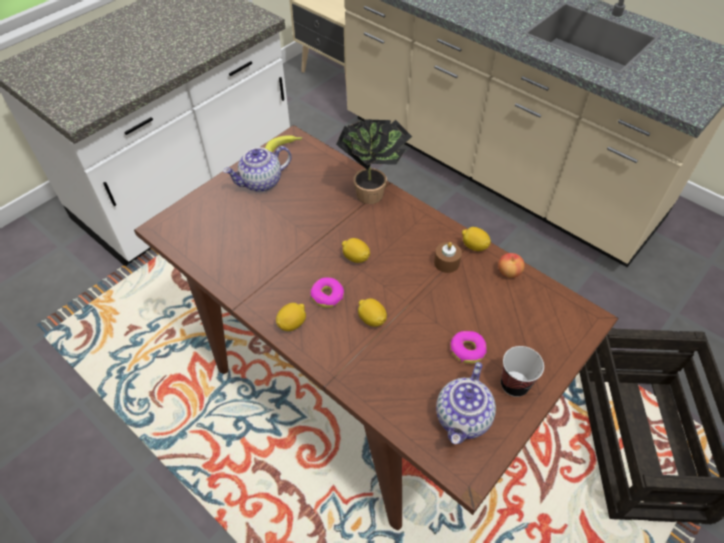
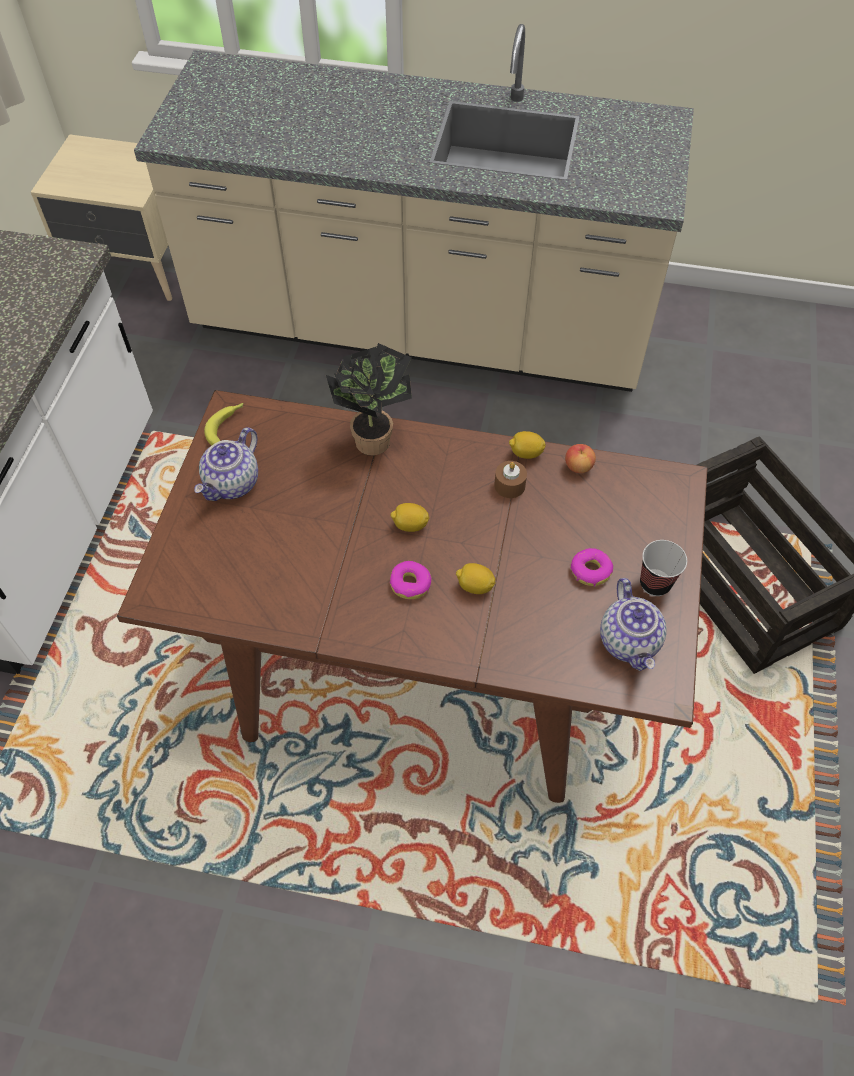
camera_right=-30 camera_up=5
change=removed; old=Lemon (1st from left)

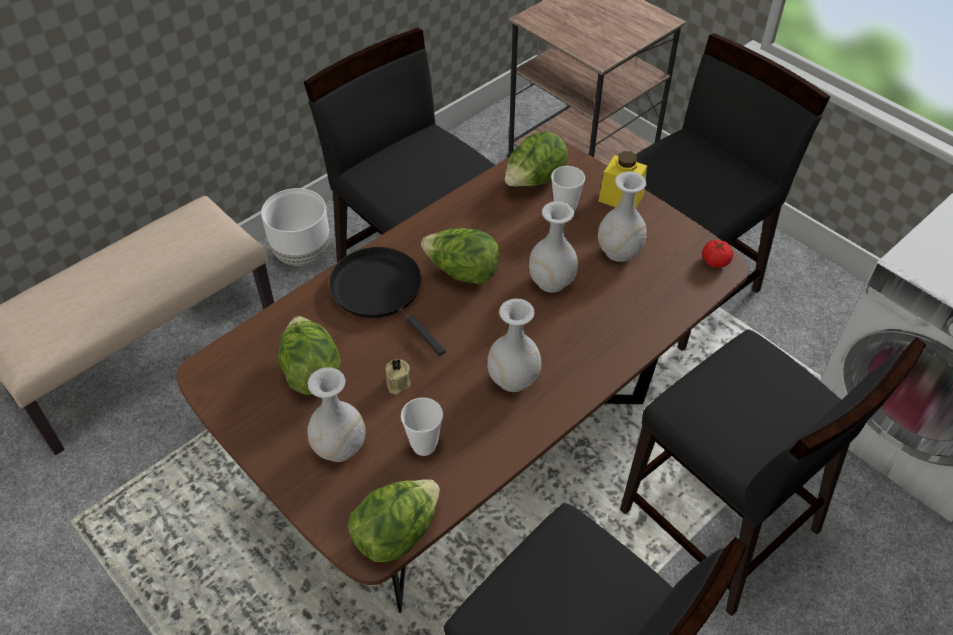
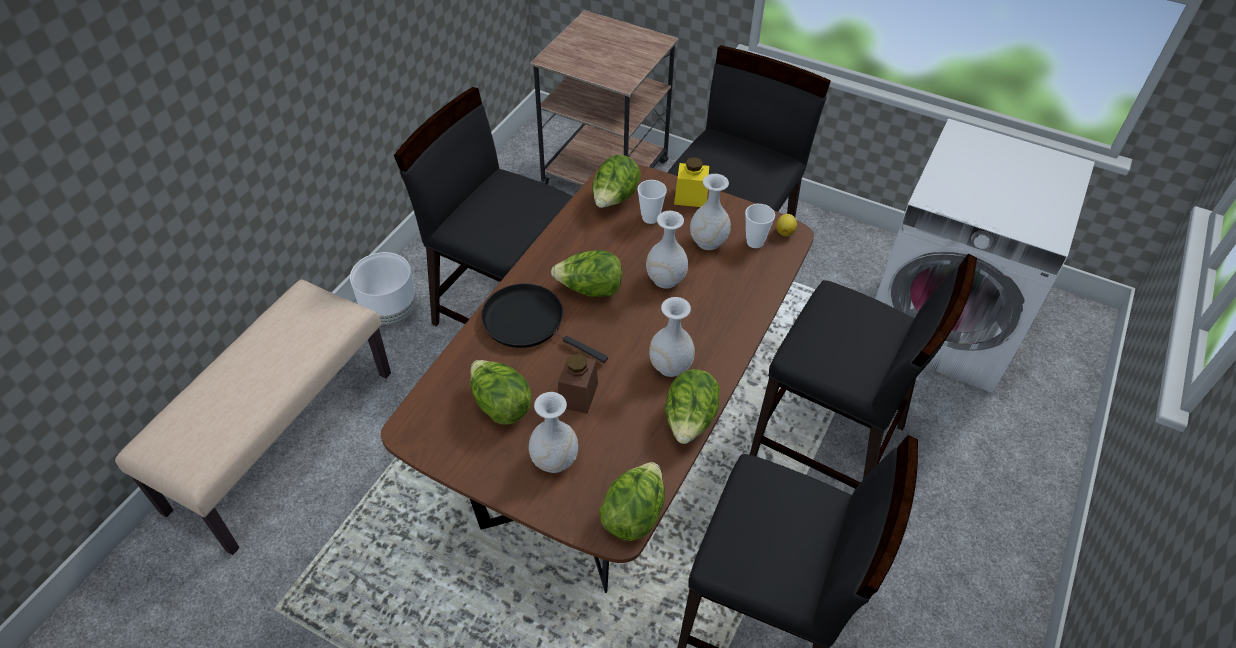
camera_right=-20 camera_up=0
change=added; new=Lettuce (5th from left)
change=moved; old=Cup (1st from left in the first image); new=Cup (2nd from left)
change=replaced; old=BeigeCandle; new=BrownJar
change=replaced; old=Tomato; new=Lemon

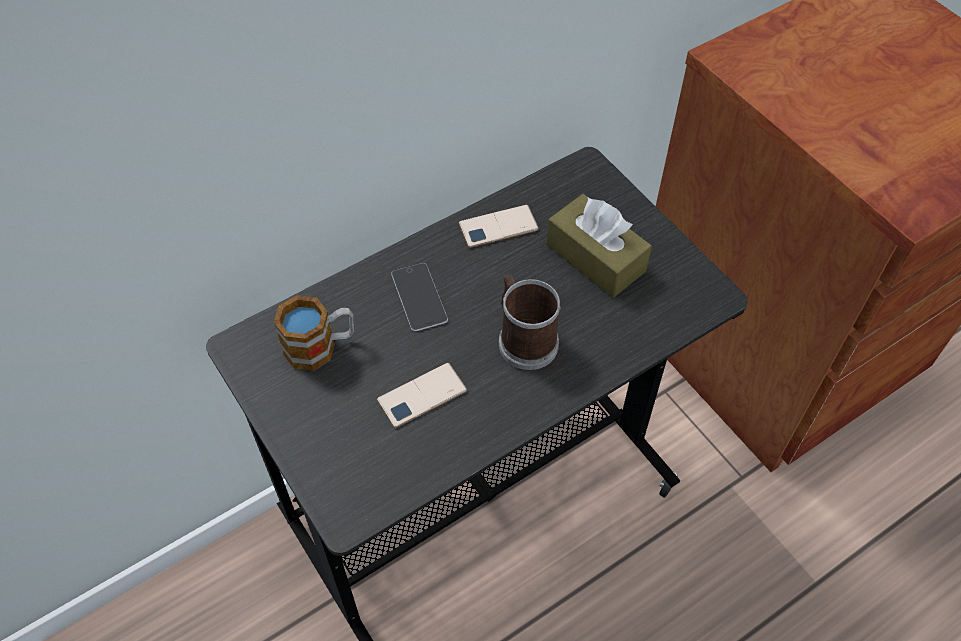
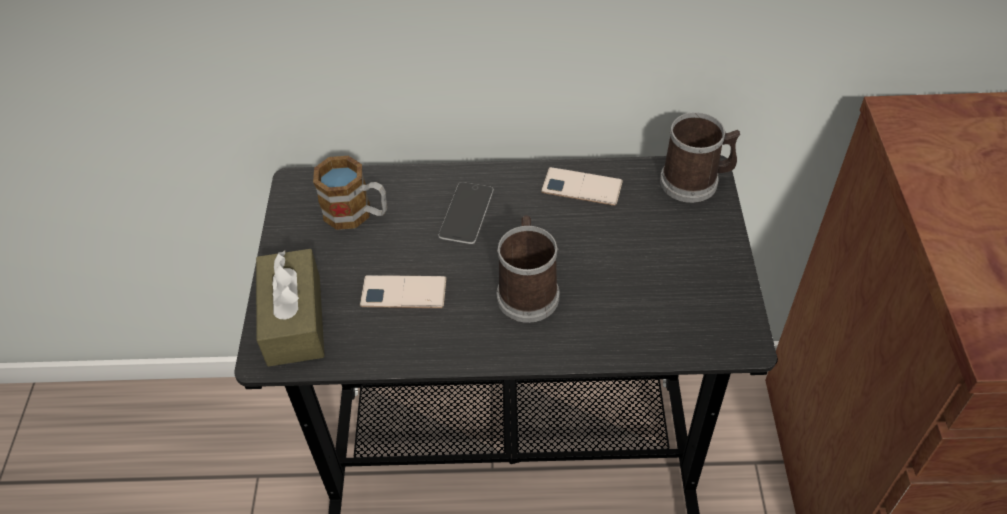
camera_right=35 camera_up=-5
change=added; new=Mug (3rd from left)
change=moved; old=BrownTissueBox

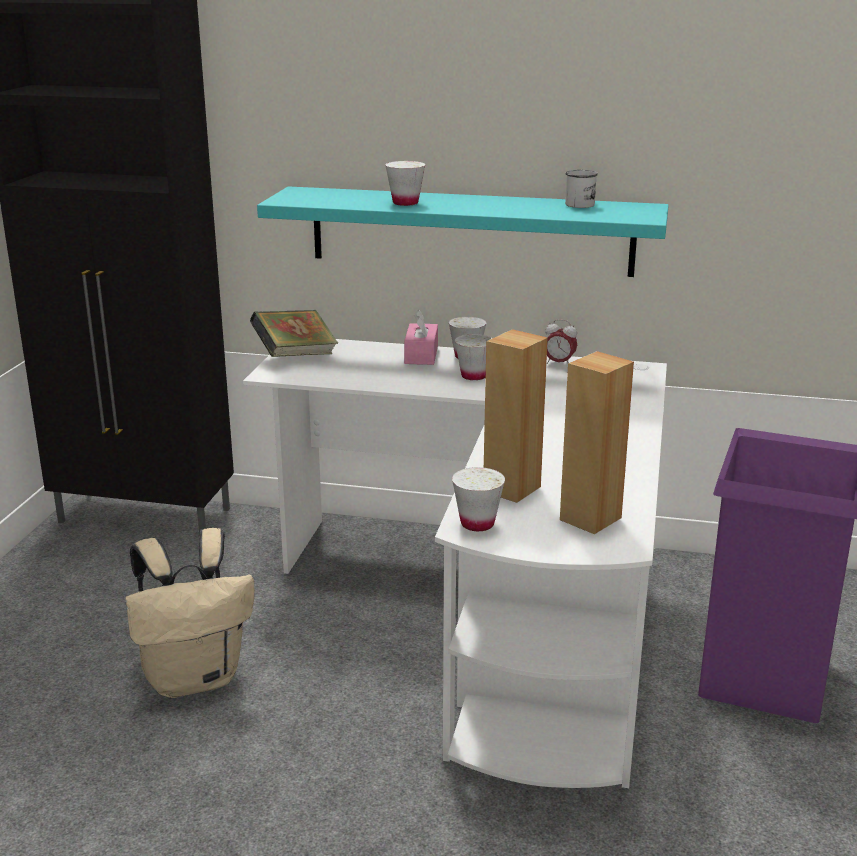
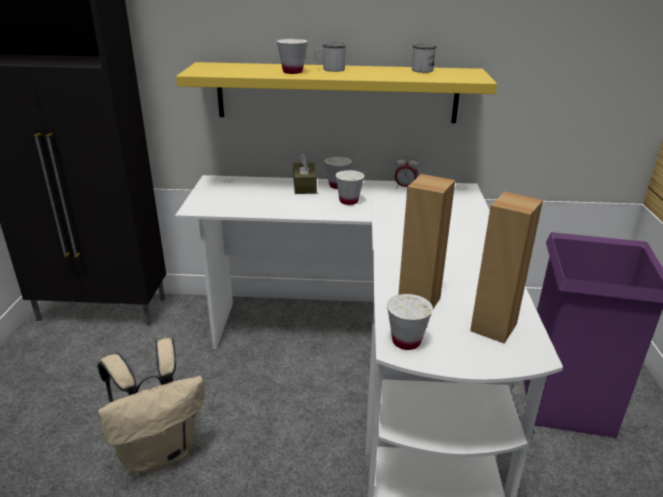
camera_right=-10 camera_up=5
change=removed; old=Book
change=added; new=WhiteMug (1st from left)
change=recoloured; old=TurquoiseShelf; new=YellowShelf
change=recoloured; old=PinkTissueBox; new=BrownTissueBox

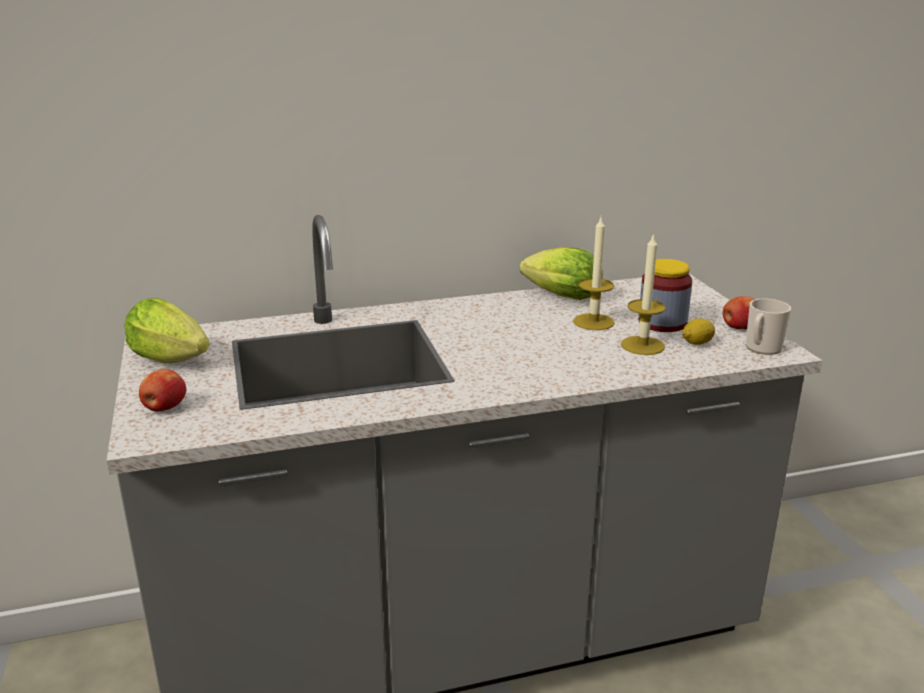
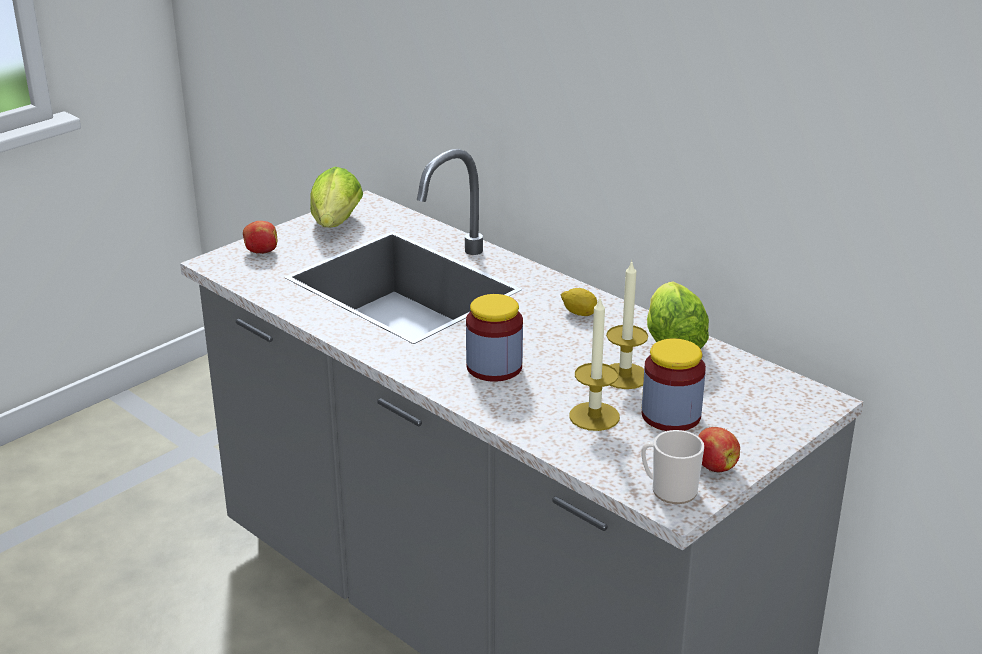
camera_right=60 camera_up=5
change=added; new=Jar (1st from left)
change=moved; old=Lemon

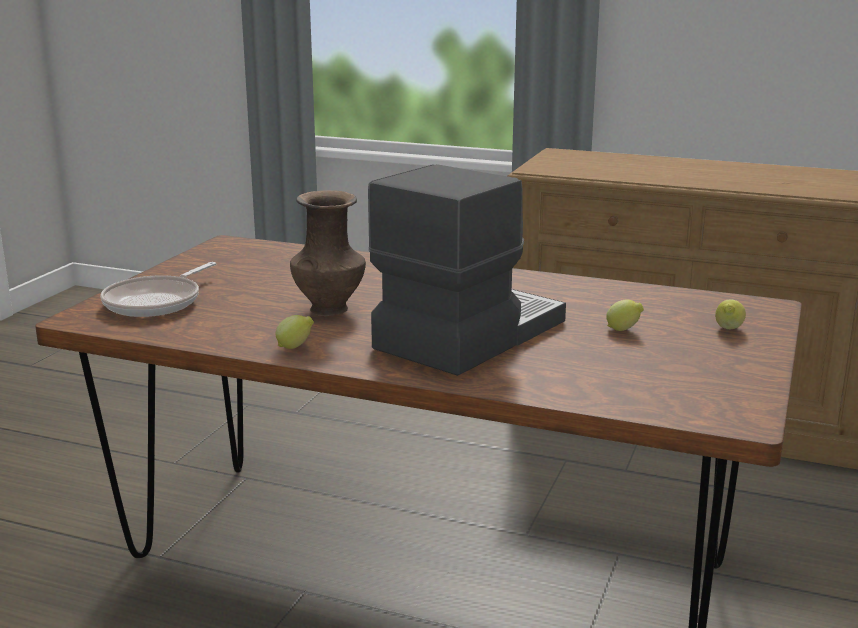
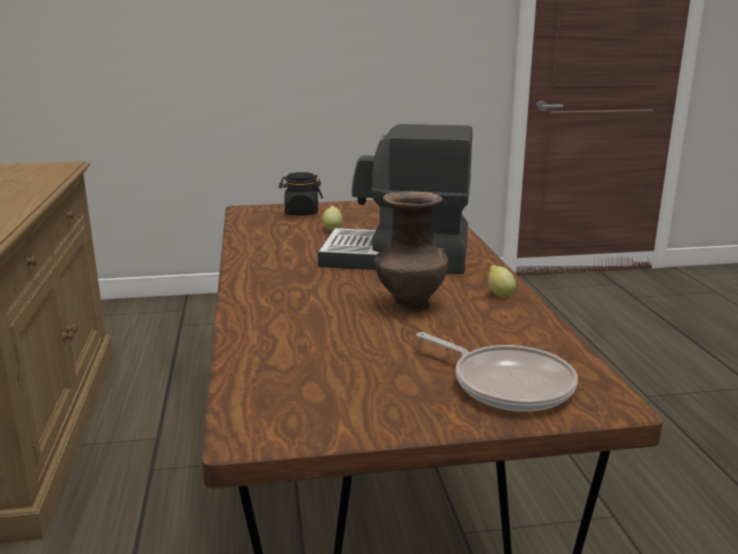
camera_right=-120 camera_up=0
change=replaced; old=Lemon (3rd from left); new=BlackJar
change=turned; old=FryingPan; degrees=45

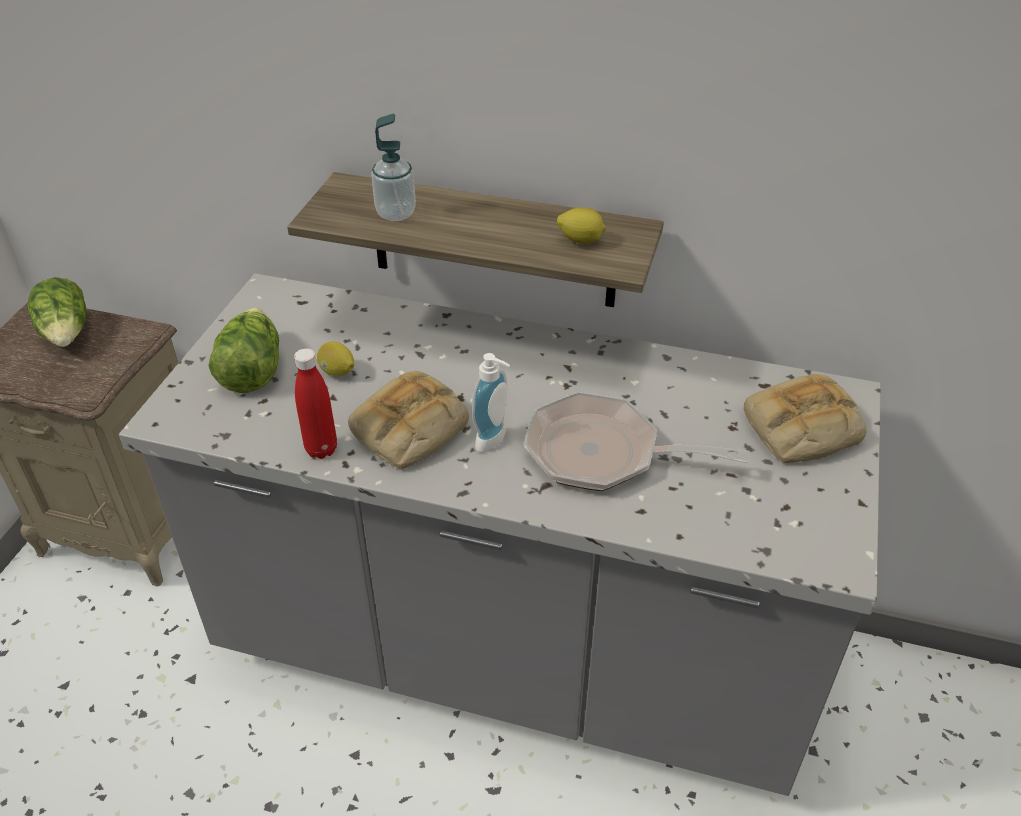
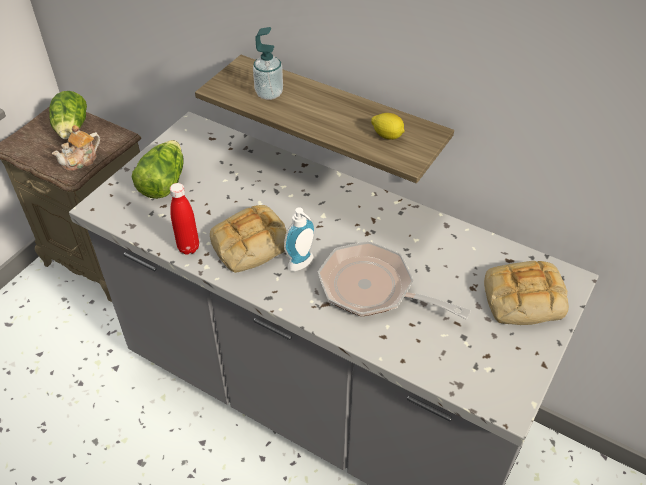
camera_right=15 camera_up=5
change=removed; old=Lemon (1st from left)
change=added; new=Teapot

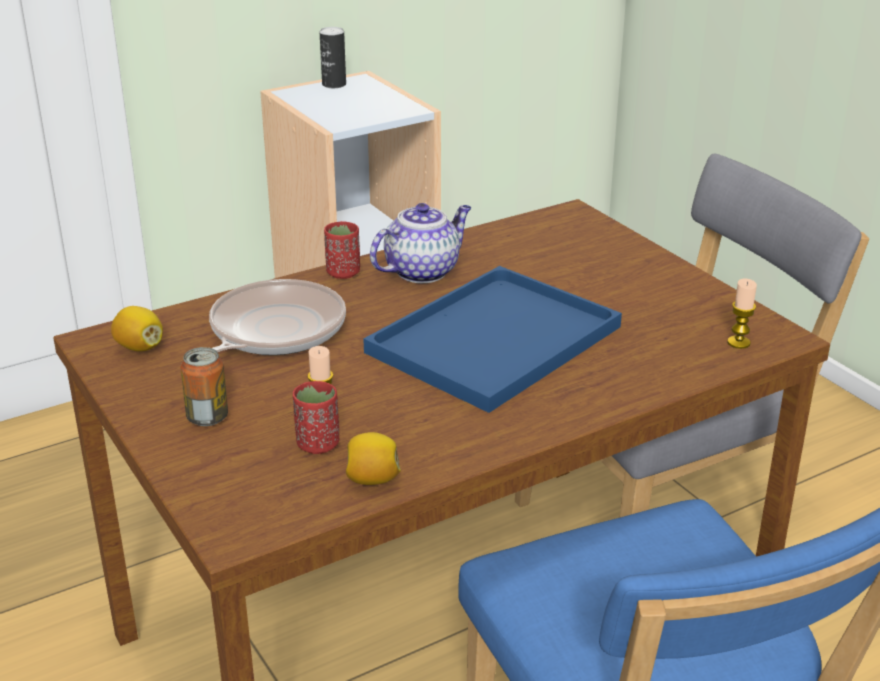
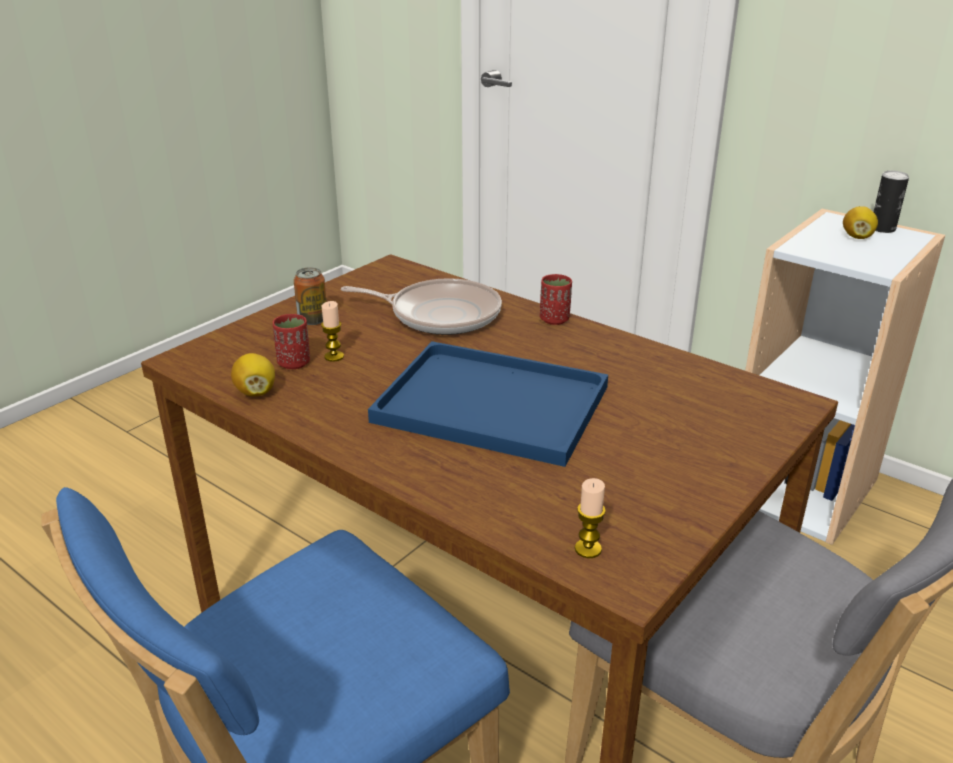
camera_right=70 camera_up=0
change=removed; old=Teapot
change=moved; old=Lemon (1st from left in the first image); new=Lemon (2nd from left)

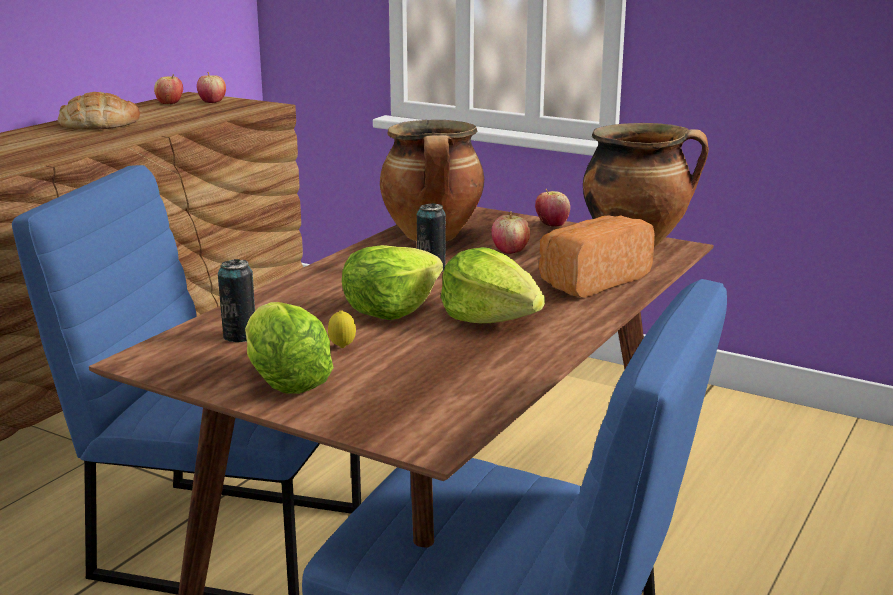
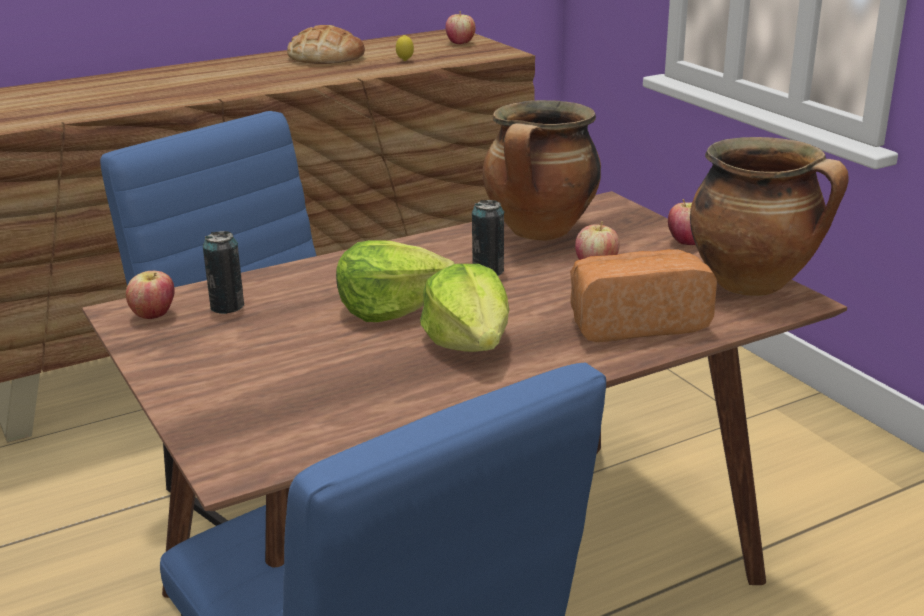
camera_right=30 camera_up=5
change=removed; old=Lettuce (1st from left)
change=moved; old=Apple (1st from left)
change=moved; old=Lemon

